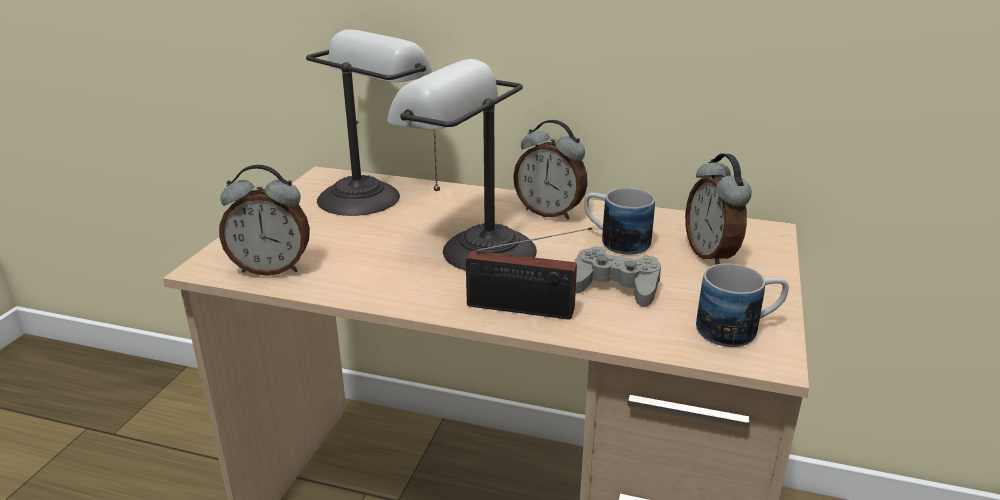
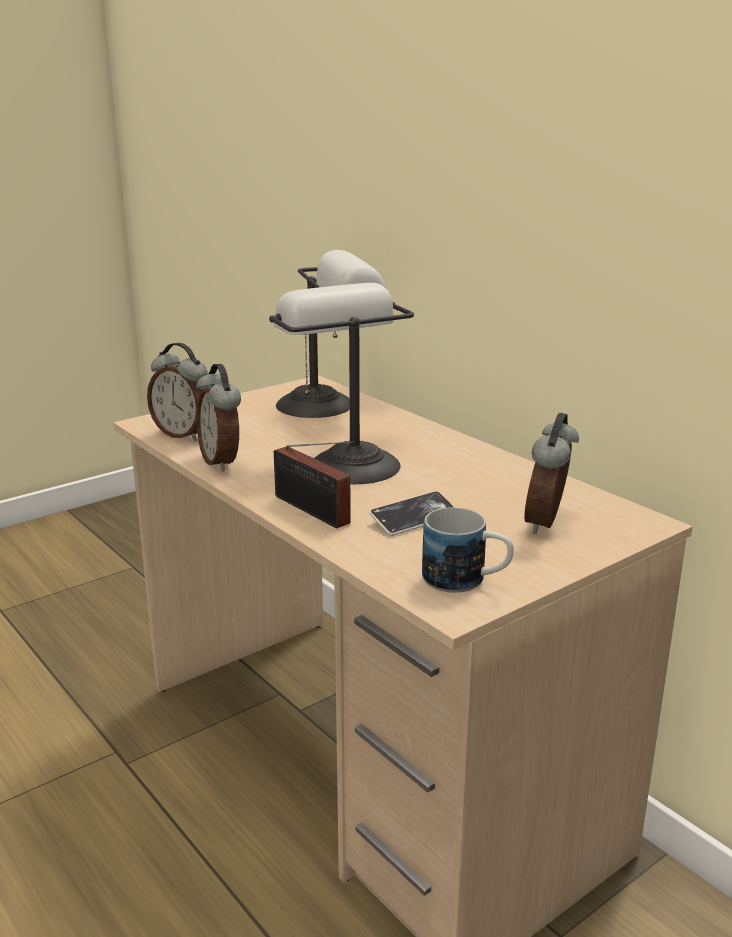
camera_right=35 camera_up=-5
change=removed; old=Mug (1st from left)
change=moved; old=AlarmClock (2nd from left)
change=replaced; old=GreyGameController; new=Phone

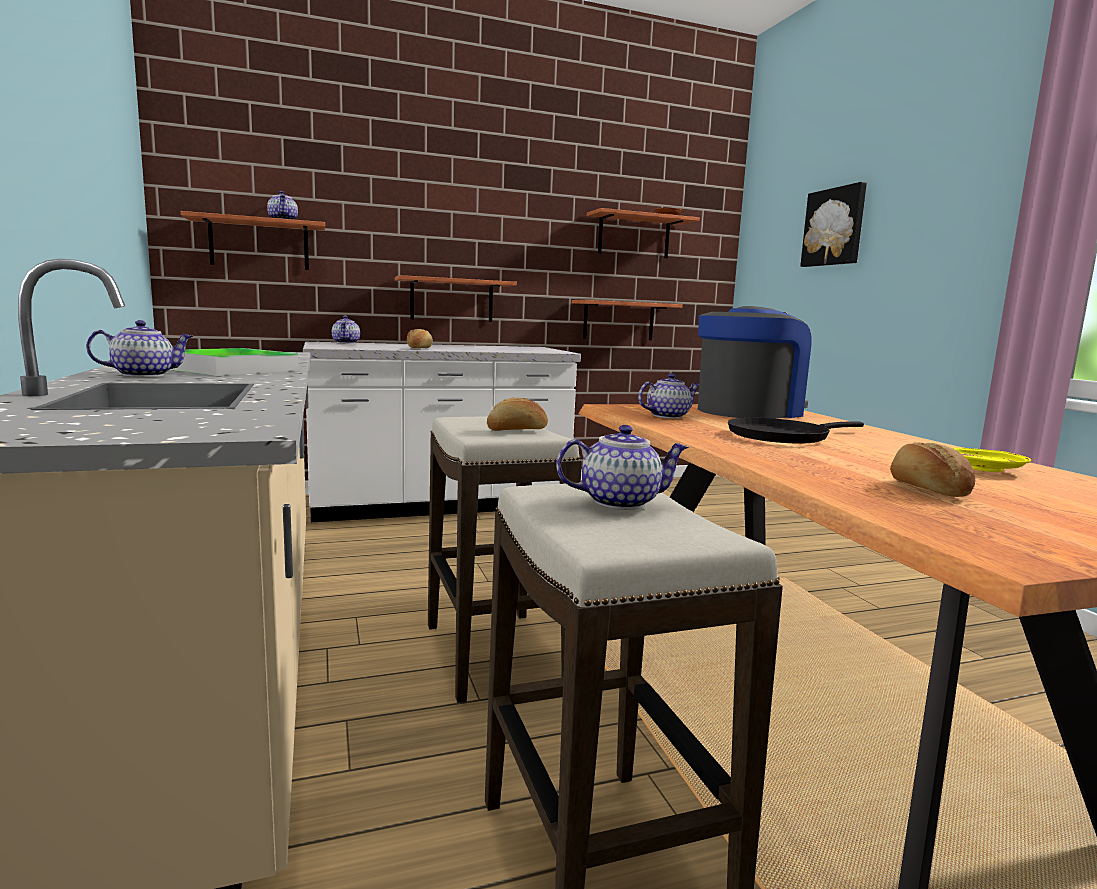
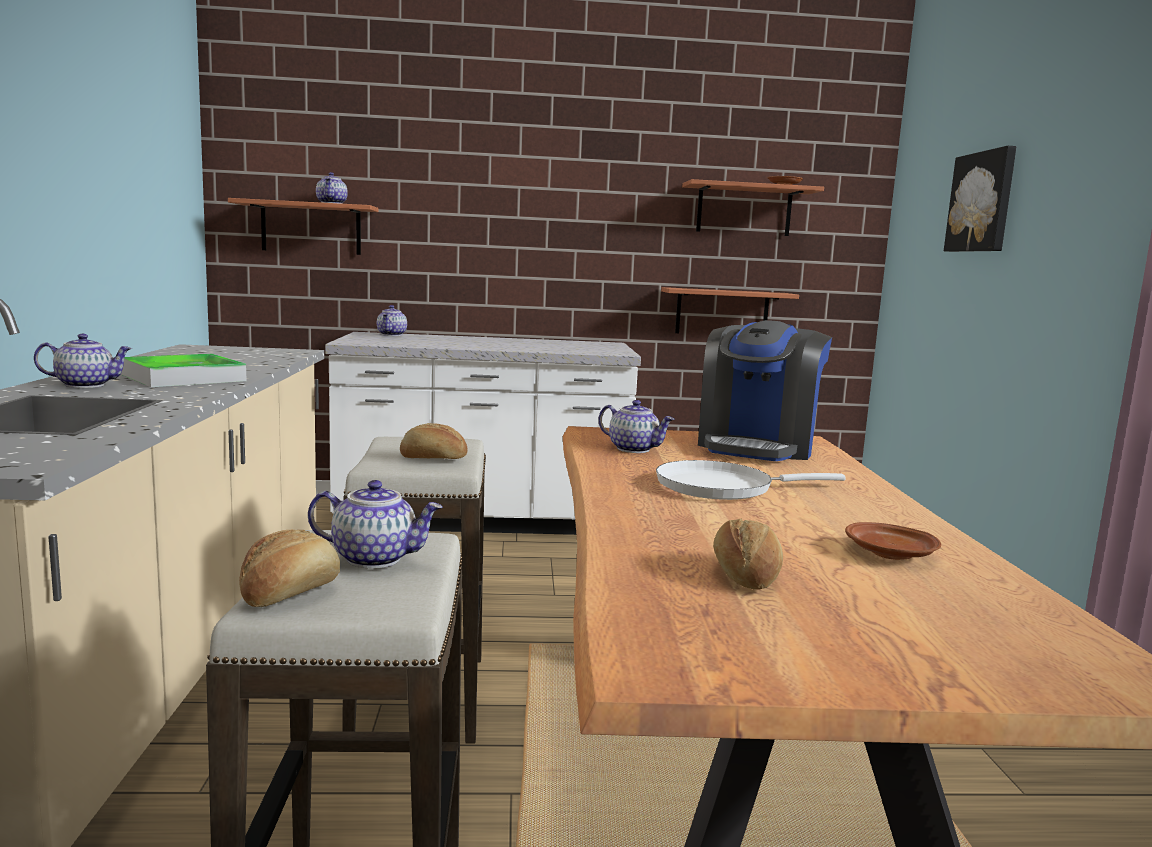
camera_right=15 camera_up=0
change=removed; old=Shelf (2nd from left)
change=moved; old=Bread (1st from left)
change=recoloured; old=BlackFryingPan; new=WhiteFryingPan
change=recoloured; old=YellowPlate; new=BrownPlate (2nd from left)
change=turned; old=Teapot (5th from left); degrees=45
change=turned; old=CoffeeMachine; degrees=135

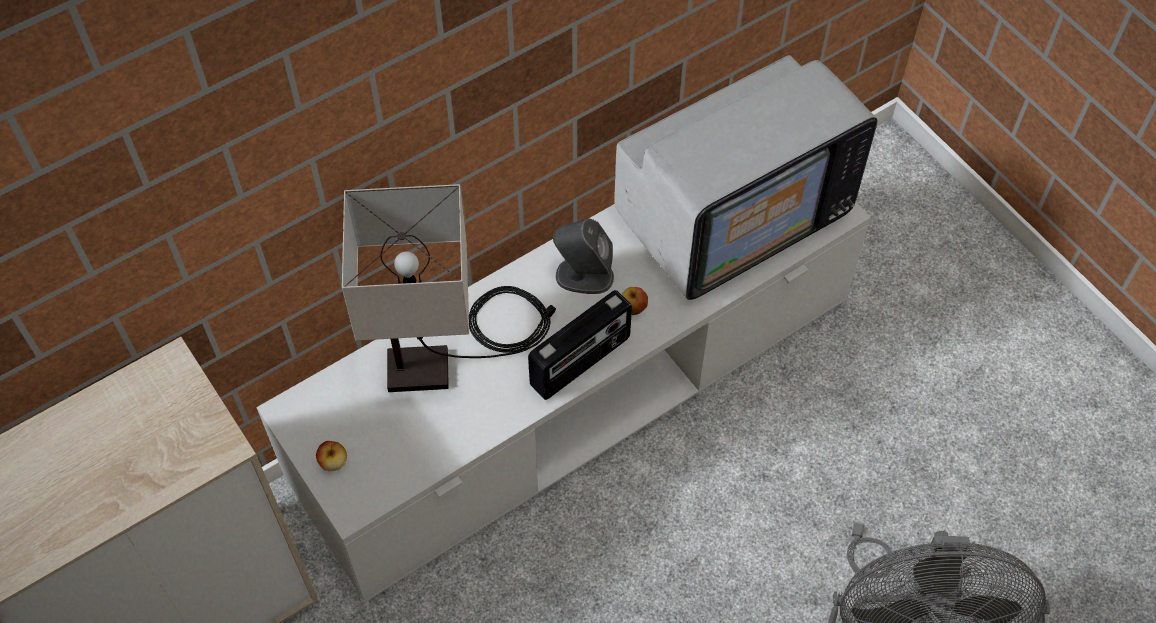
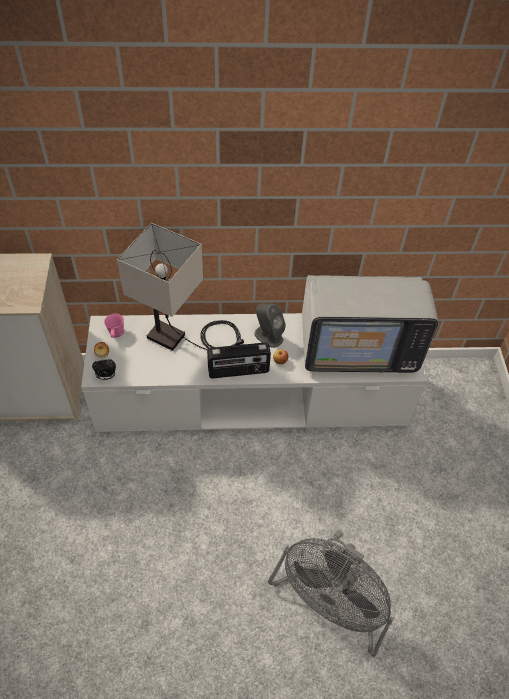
camera_right=30 camera_up=-5
change=added; new=AlarmClock
change=added; new=PinkMug

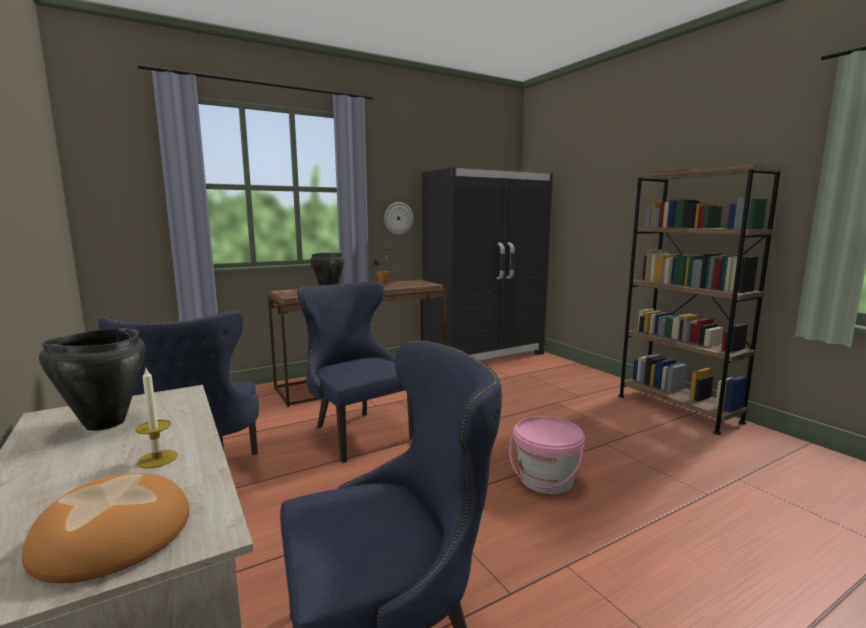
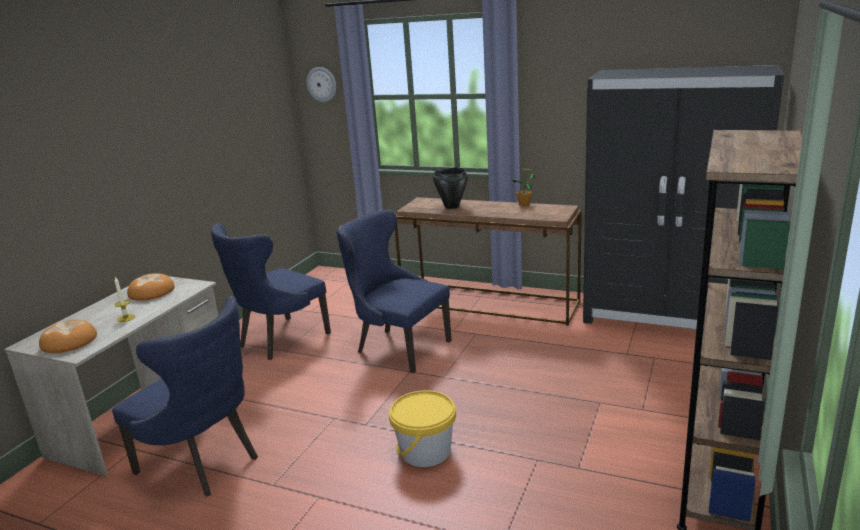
camera_right=55 camera_up=10
change=moved; old=WallClock
change=replaced; old=BlackCookingPot (1st from left); new=Bread (2nd from left)
change=recoloured; old=PinkBucket; new=YellowBucket
change=turned; old=BlueChair (2nd from left in the first image); degrees=-75

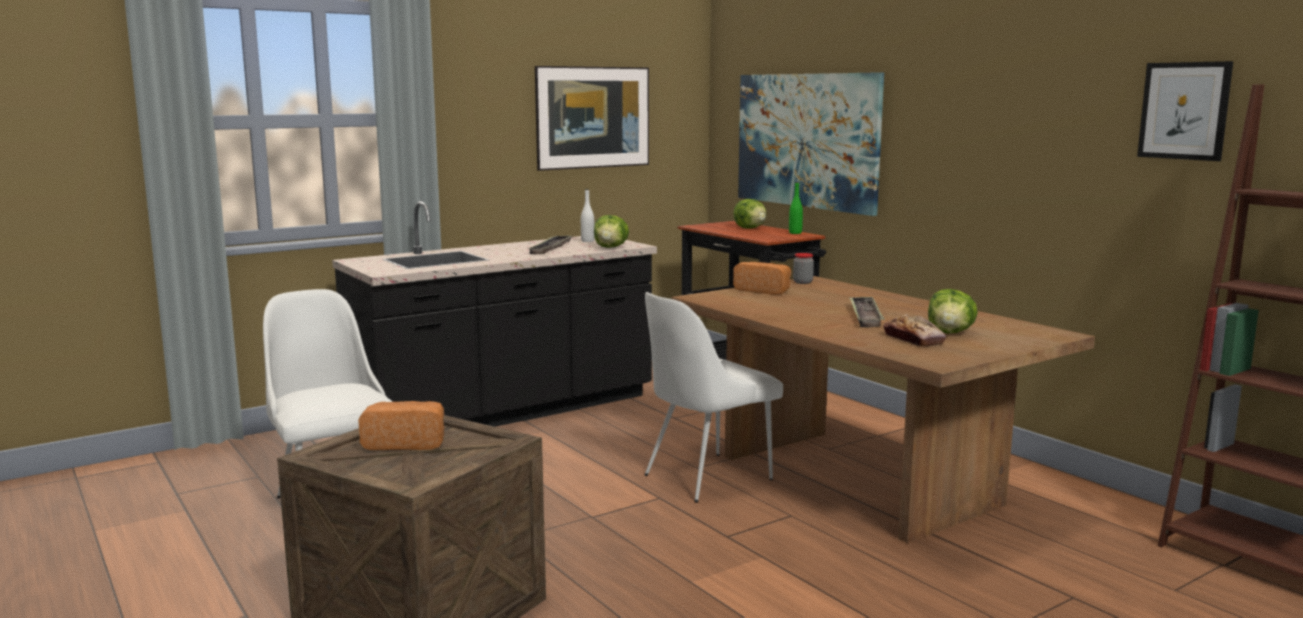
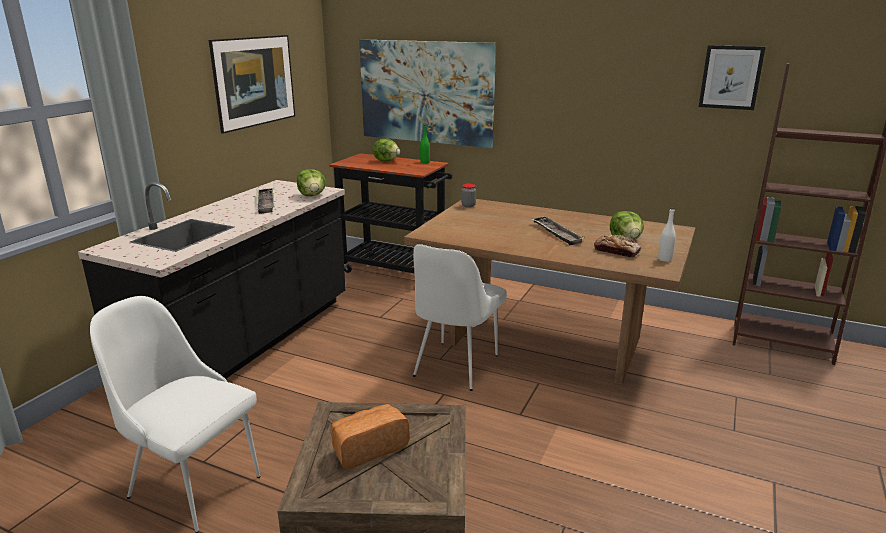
camera_right=-30 camera_up=10
change=removed; old=Bread (2nd from left)
change=moved; old=WhiteBottle

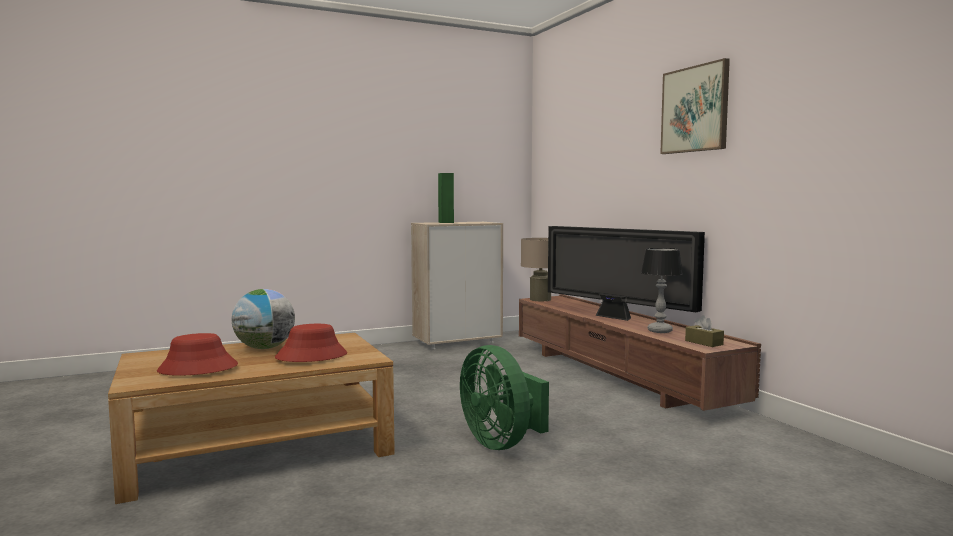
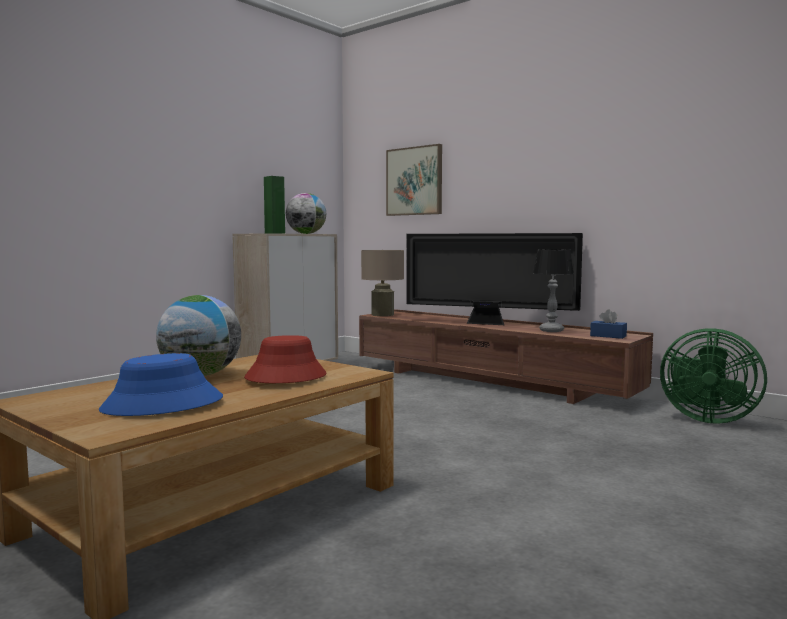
camera_right=-25 camera_up=0
change=added; new=Globe (2nd from left)
change=moved; old=GreenFan
change=moved; old=Picture
change=recoloured; old=RedHat (1st from left); new=BlueHat
change=recoloured; old=BrownTissueBox; new=BlueTissueBox

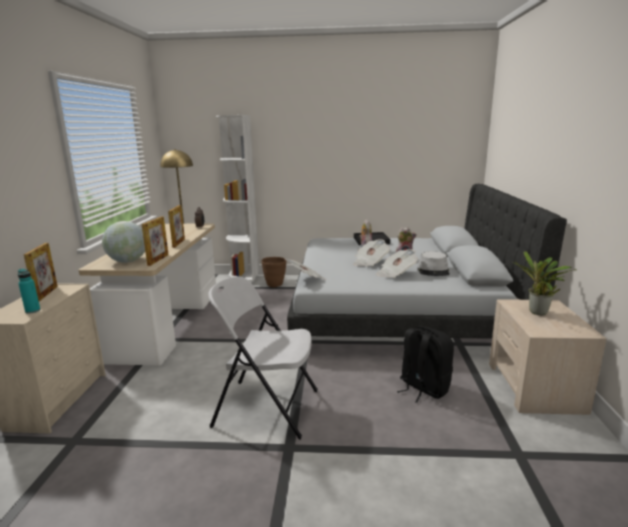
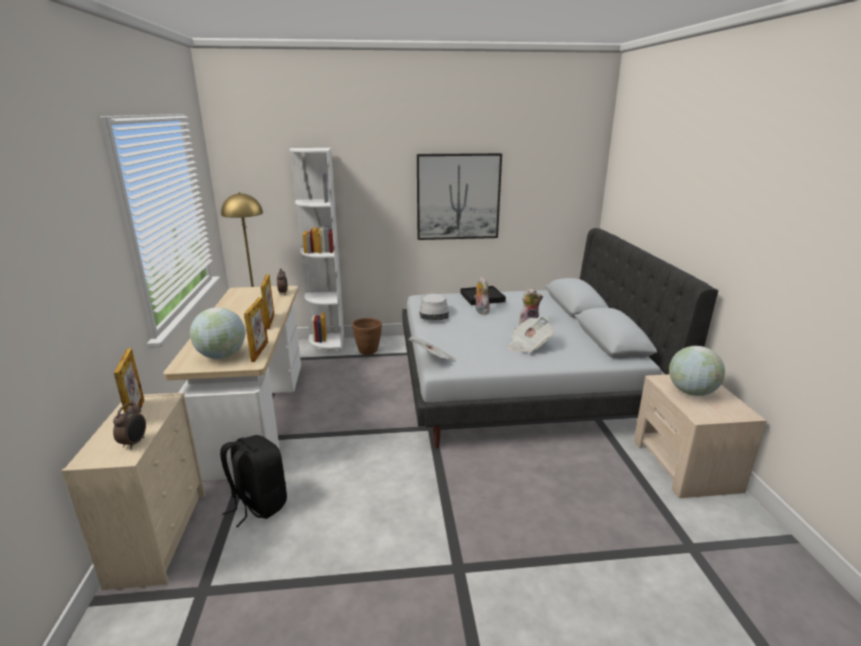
camera_right=-10 camera_up=5
change=removed; old=WhiteChair
change=removed; old=Newspaper (2nd from left)
change=added; new=Picture
change=moved; old=BlackBackpack
change=moved; old=GreyHat
change=replaced; old=TurquoiseBottle; new=AlarmClock (1st from left)
change=replaced; old=PottedPlant; new=Globe (2nd from left)

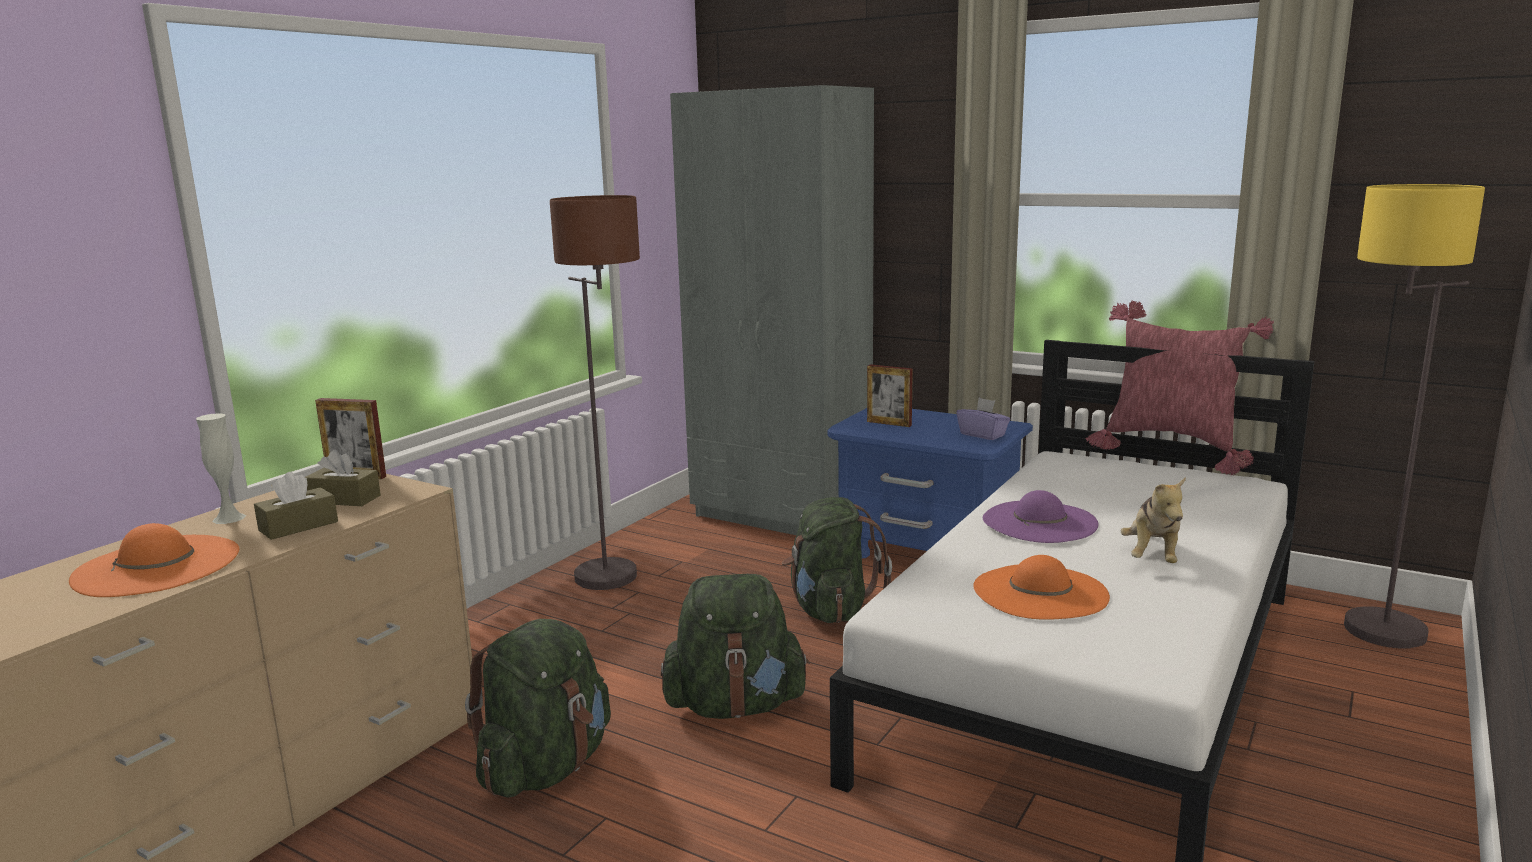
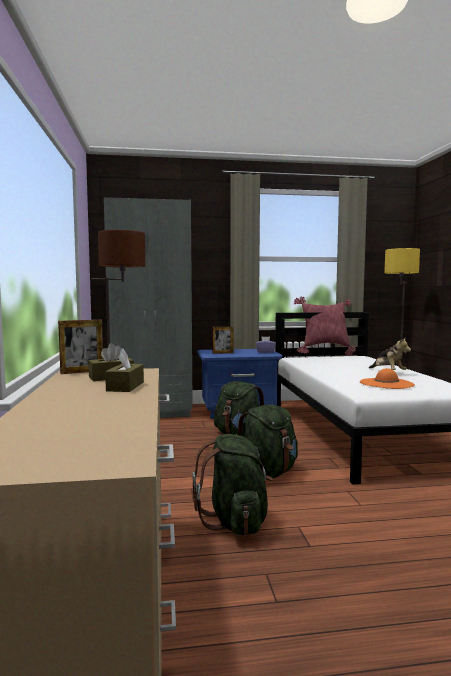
camera_right=-40 camera_up=-10
change=removed; old=OrangeHat (1st from left)
change=removed; old=WhiteVase
change=removed; old=PurpleHat

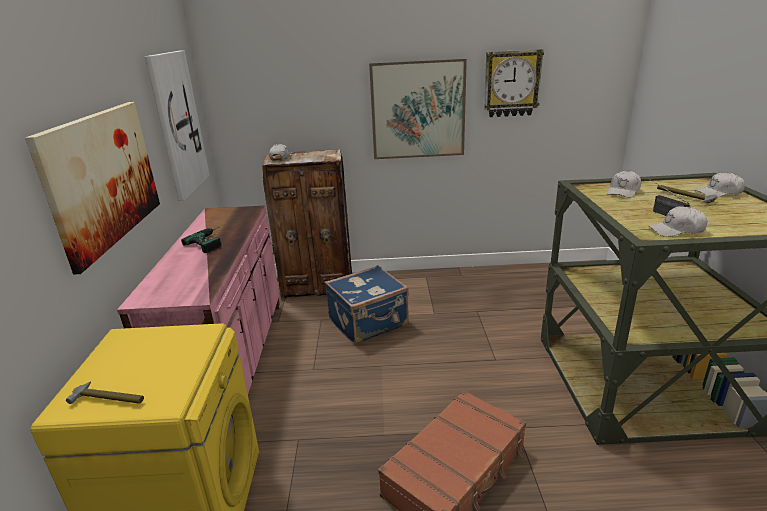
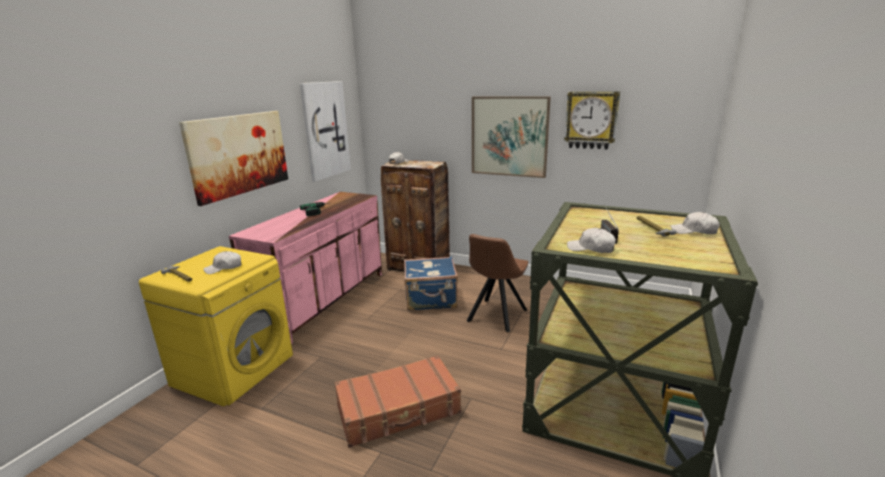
camera_right=25 camera_up=-5
change=added; new=BrownChair
change=moved; old=WhiteCap (2nd from left in the first image); new=WhiteCap (1st from left)

